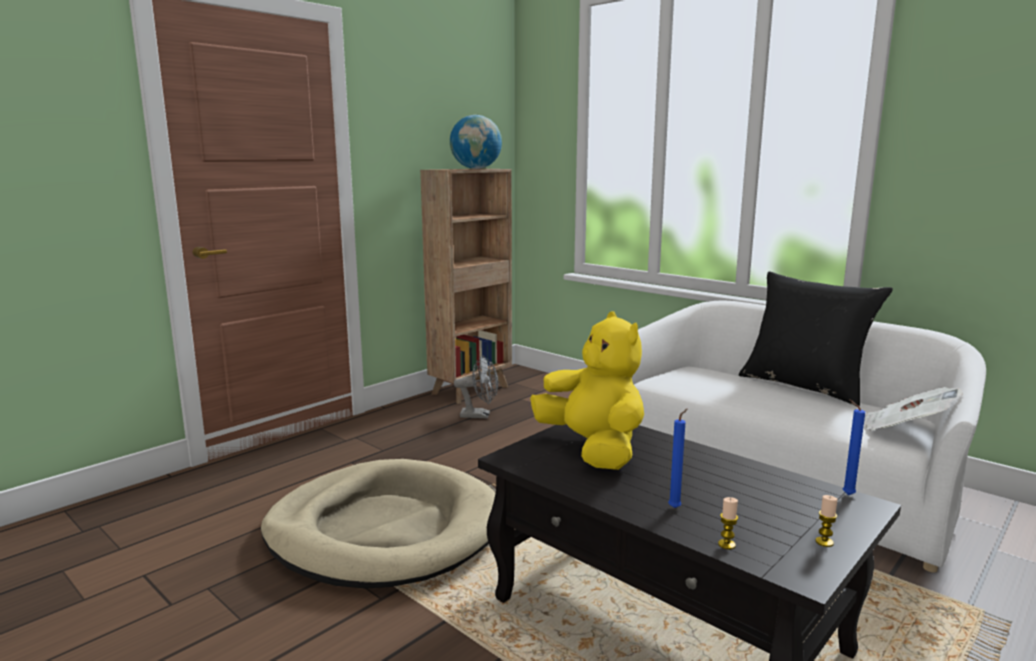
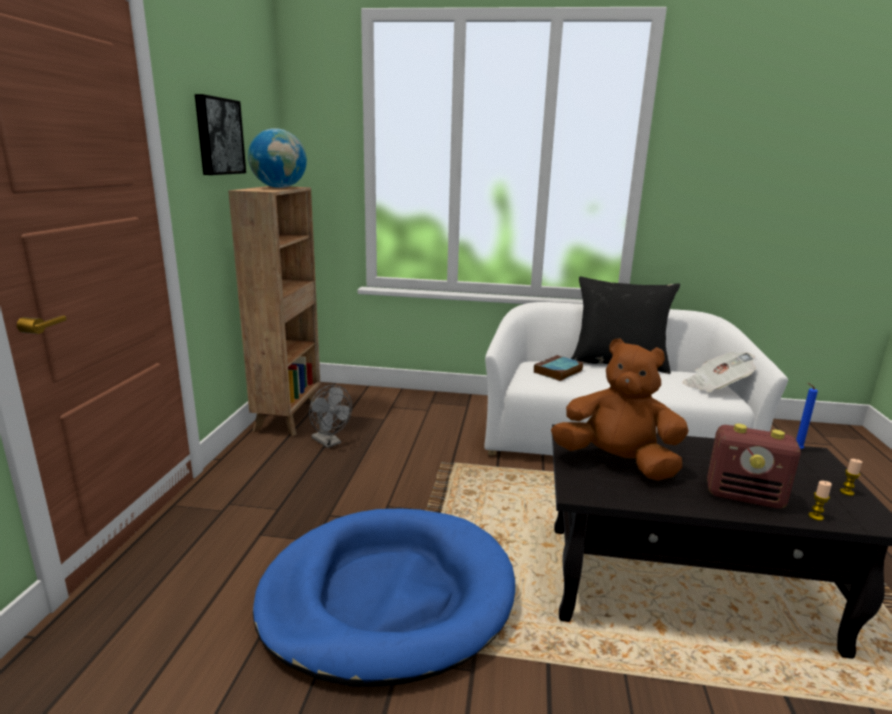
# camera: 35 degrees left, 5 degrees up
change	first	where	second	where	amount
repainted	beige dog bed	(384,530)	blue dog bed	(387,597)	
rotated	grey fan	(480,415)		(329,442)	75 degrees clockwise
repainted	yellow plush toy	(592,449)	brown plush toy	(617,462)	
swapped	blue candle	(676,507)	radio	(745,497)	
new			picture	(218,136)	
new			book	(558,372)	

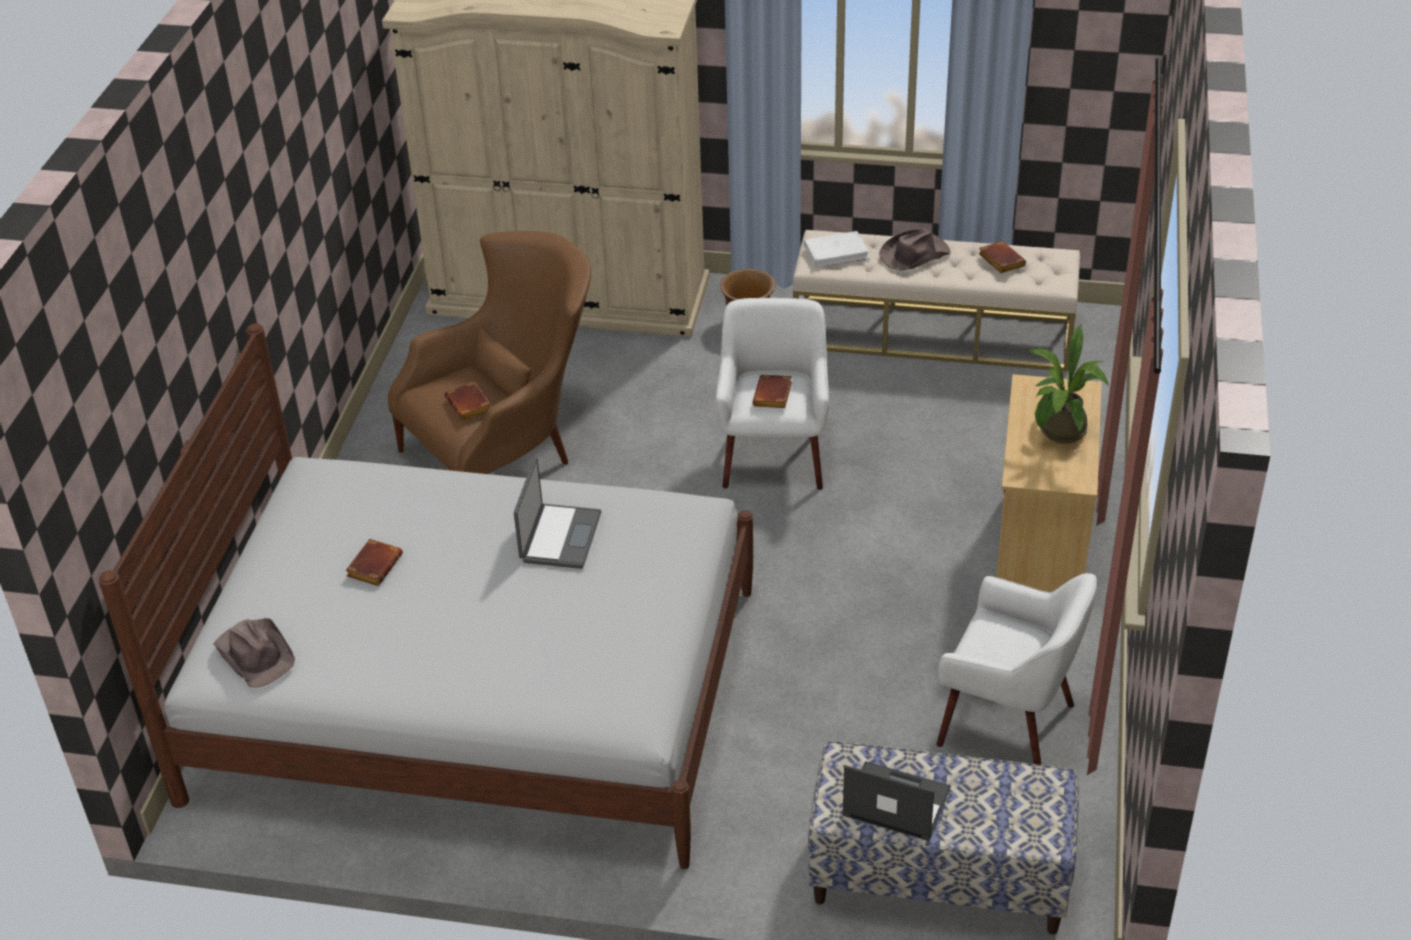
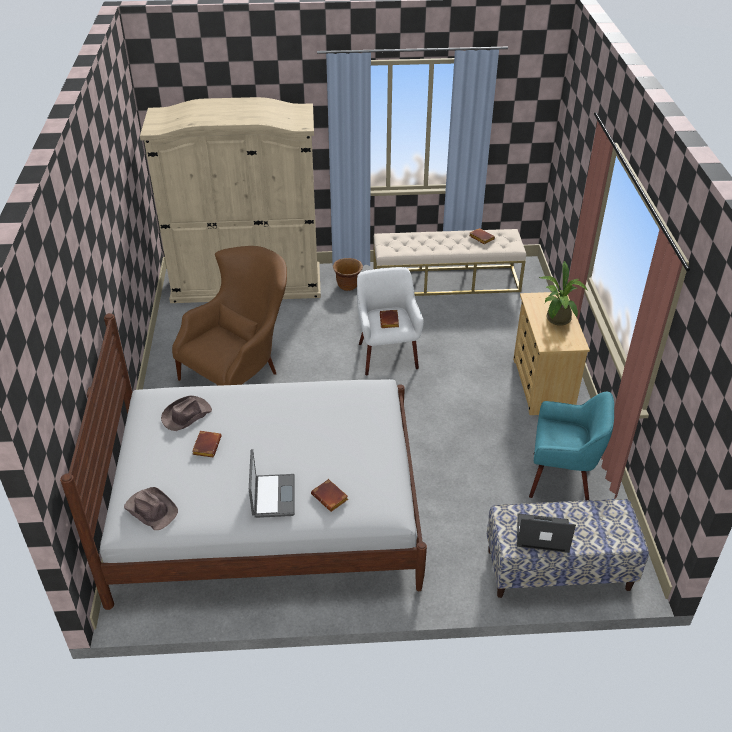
# camera: 15 degrees left, 0 degrees up
change	first	where	second	where	amount
shifted	brown book	(470,405)		(331,497)	
shifted	laptop	(559,537)		(272,496)	
gone	white book	(836,252)			
shifted	brown hat	(913,255)		(186,415)	
repainted	white armchair	(1008,723)	turquoise armchair	(561,479)	

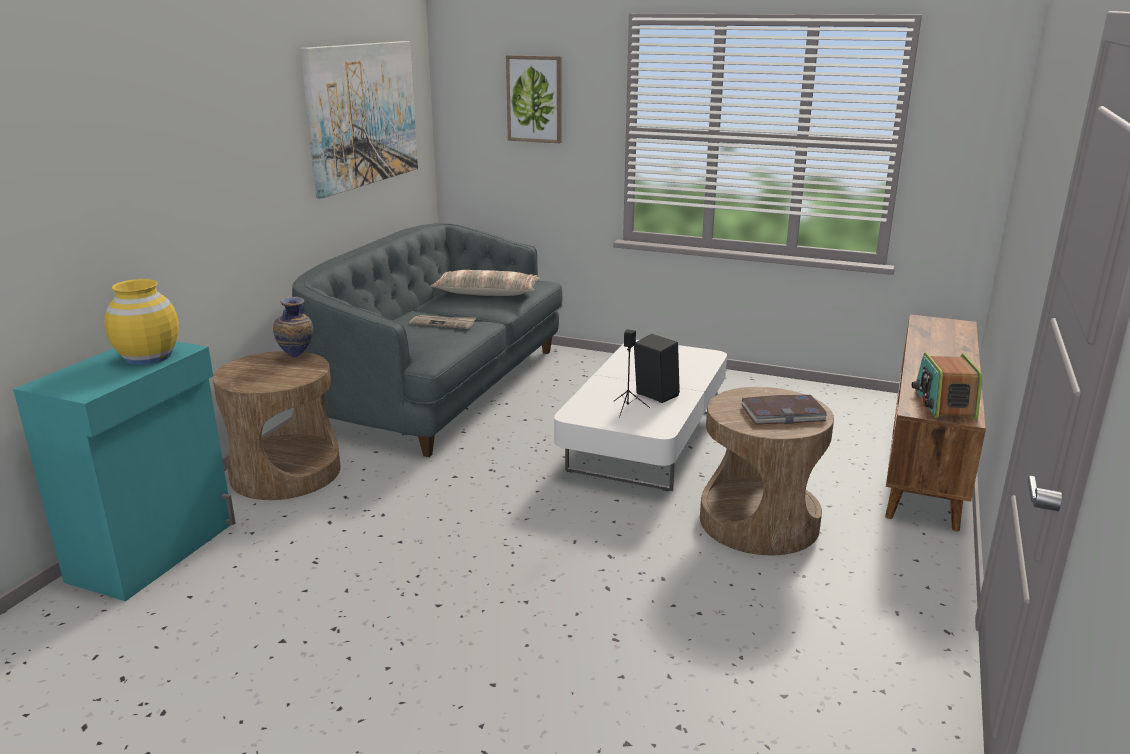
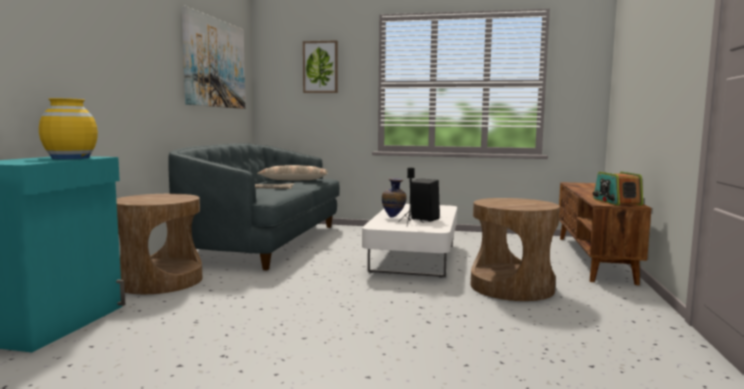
# camera: 10 degrees left, 15 degrees down
change	first	where	second	where	amount
shifted	vase	(297,357)		(393,217)	
gone	book	(783,413)			

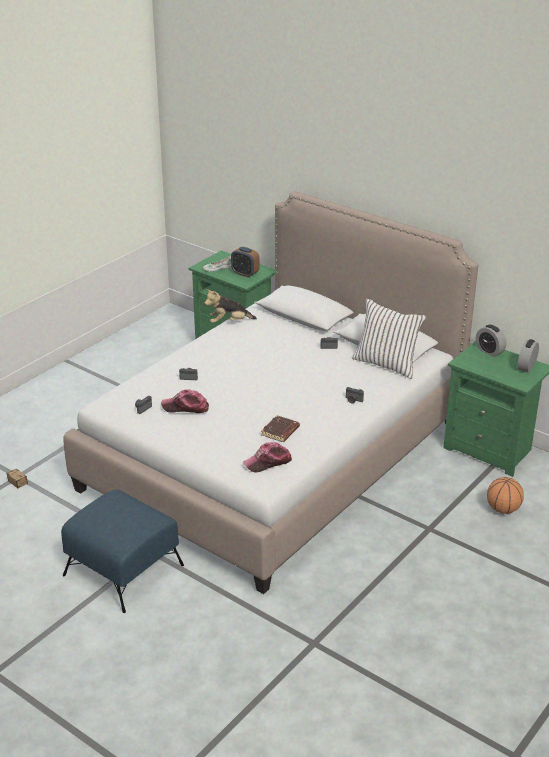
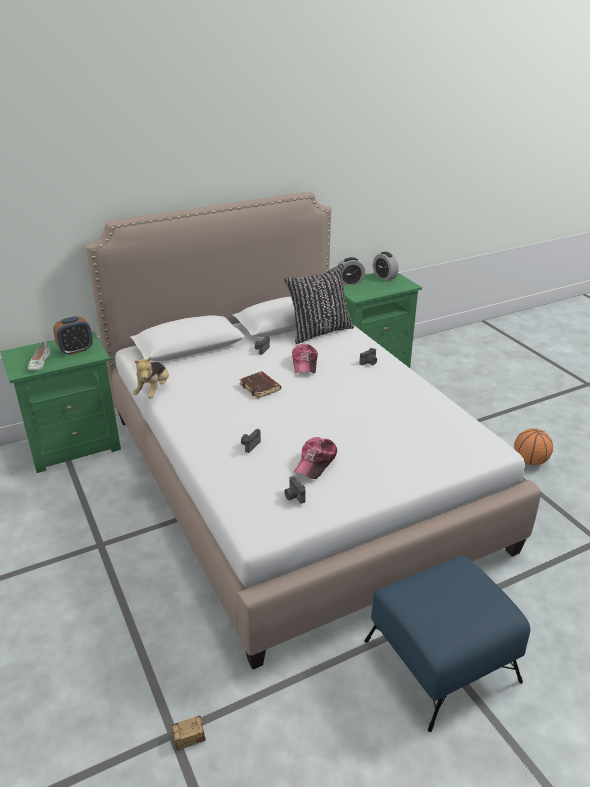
# camera: 65 degrees left, 0 degrees up
change	first	where	second	where	amount
shifted	cap	(268,462)		(305,364)	
shifted	brown book	(280,432)		(261,387)	
repainted	white pillow	(386,364)	black pillow	(319,331)	
shifted	basketball	(503,509)		(530,461)	

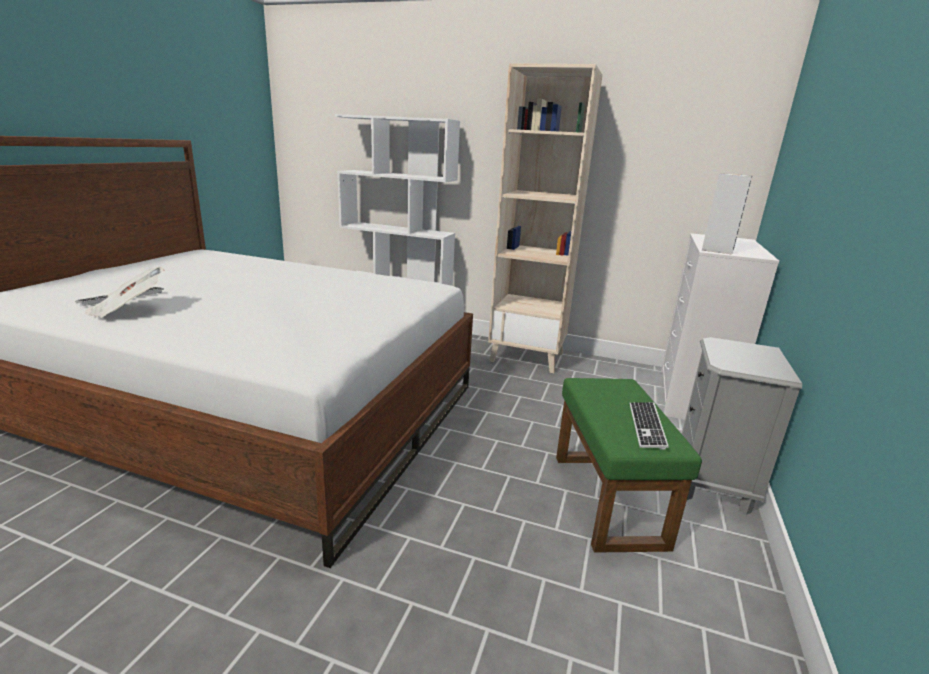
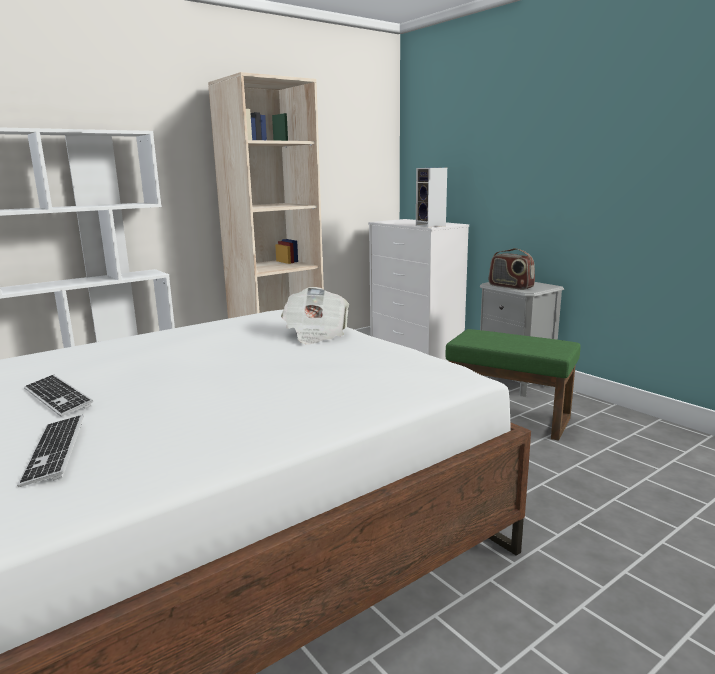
# camera: 55 degrees left, 5 degrees down
change	first	where	second	where	amount
shifted	newspaper	(128,311)		(315,334)	
shifted	keyboard	(646,426)		(57,397)	
new			radio	(510,286)	

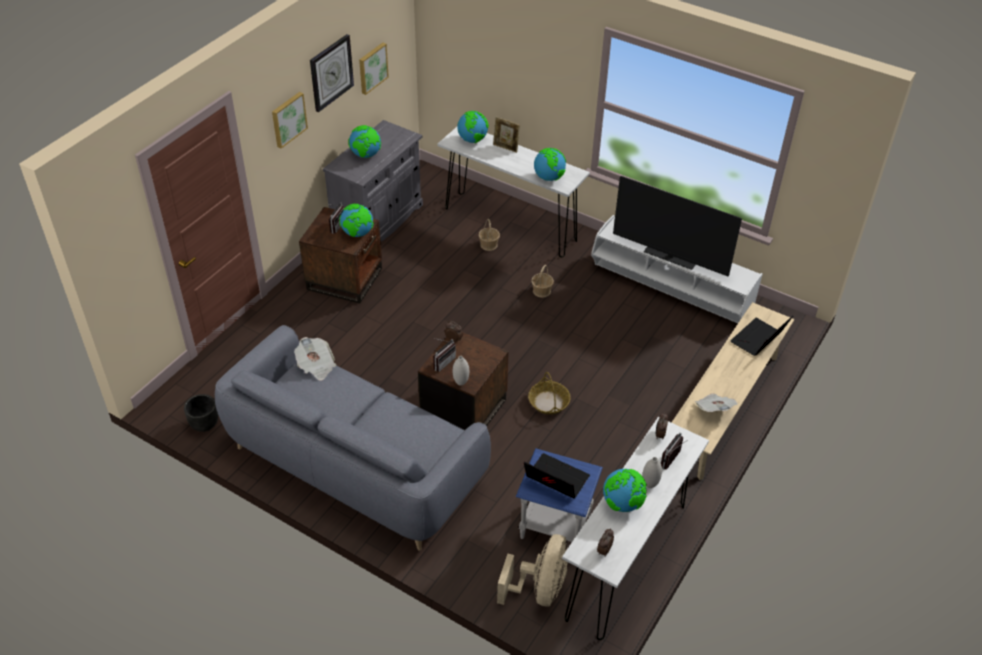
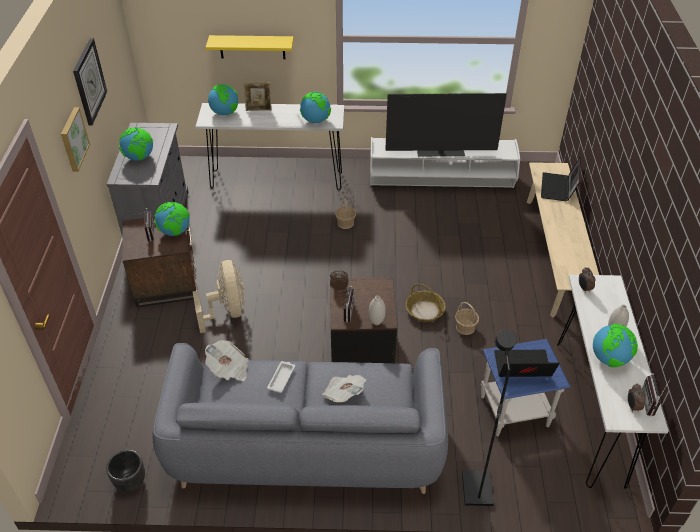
# camera: 30 degrees left, 0 degrees up
change	first	where	second	where	amount
gone	picture	(372,67)			
shifted	basket	(489,245)		(465,327)	
shifted	beige fan	(539,589)		(227,311)	
shifted	radio	(673,461)		(651,403)	
shifted	newspaper	(714,409)		(343,394)	
new			yellow shelf	(252,47)	
new			white tray	(281,378)	
new			black floor lamp	(476,489)	

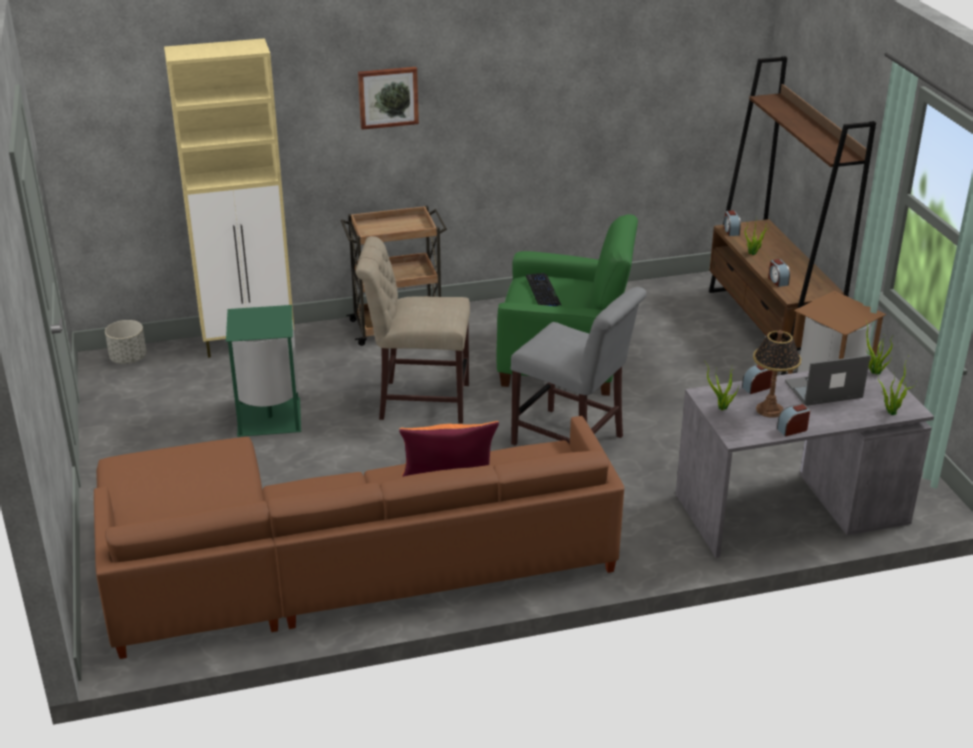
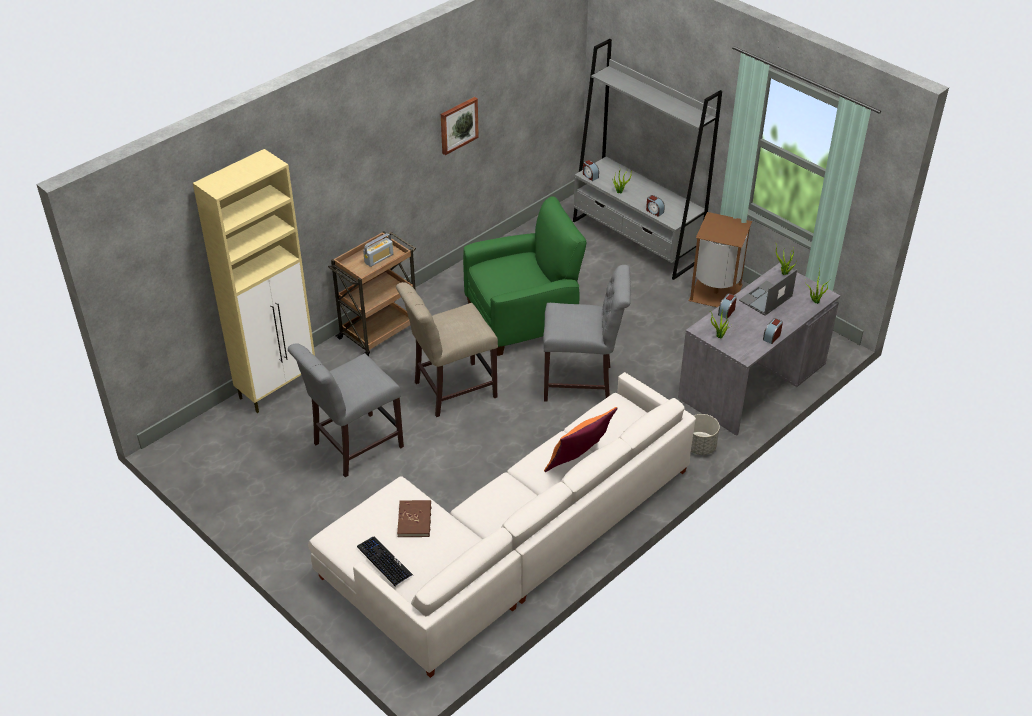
# camera: 30 degrees left, 10 degrees up
change	first	where	second	where	amount
repainted	brown sofa	(332,565)	white sofa	(507,545)	
shifted	grey planter	(128,359)		(700,447)	
swapped	green trash can	(268,417)	grey chair	(353,447)	
shifted	picture	(388,97)		(458,125)	
shifted	keyboard	(542,291)		(384,561)	
repainted	brown bookcase	(769,329)	grey bookcase	(636,241)	
gone	table lamp	(770,410)			
new			radio	(379,258)	
new			brown book	(414,520)	

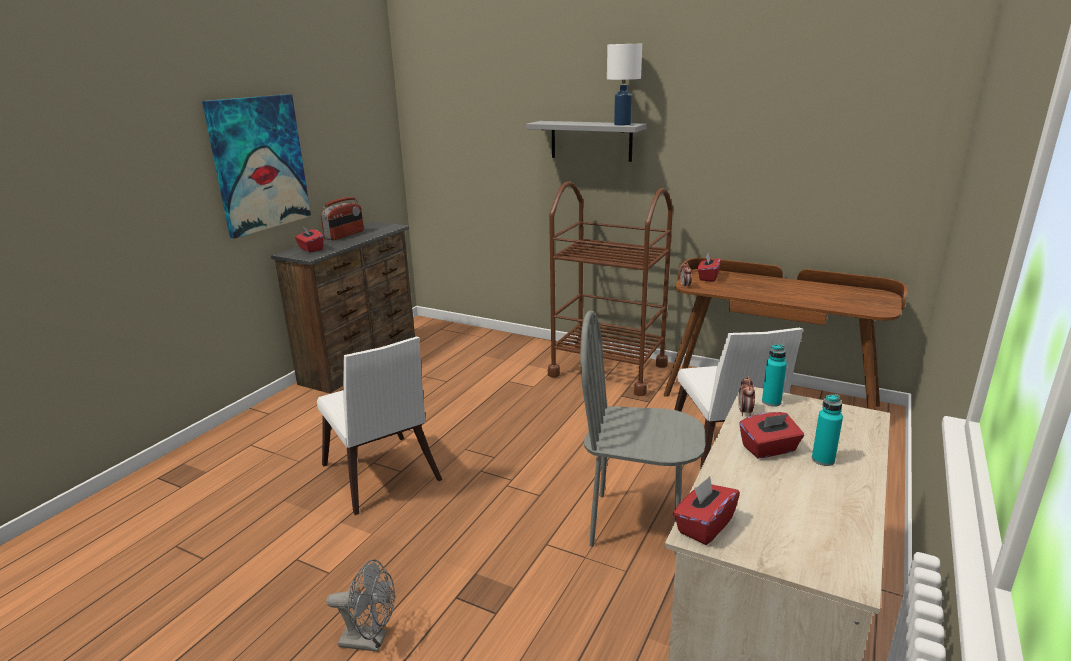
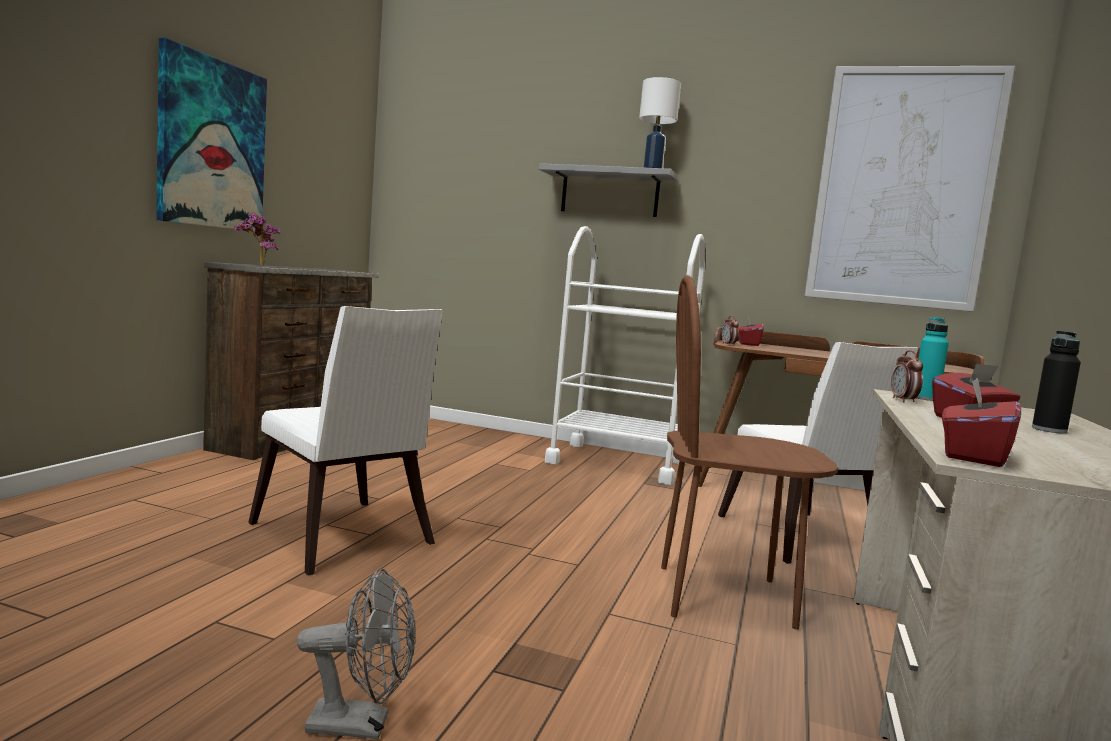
# camera: 10 degrees left, 15 degrees down
change	first	where	second	where	amount
swapped	red tissue box	(310,249)	potted plant	(258,265)	
gone	radio	(344,235)			
repainted	brown cart	(608,370)	white cart	(617,462)	
repainted	grey chair	(636,524)	brown chair	(724,596)	
repainted	turquoise bottle	(823,460)	black bottle	(1049,430)	
new			picture	(902,188)	

